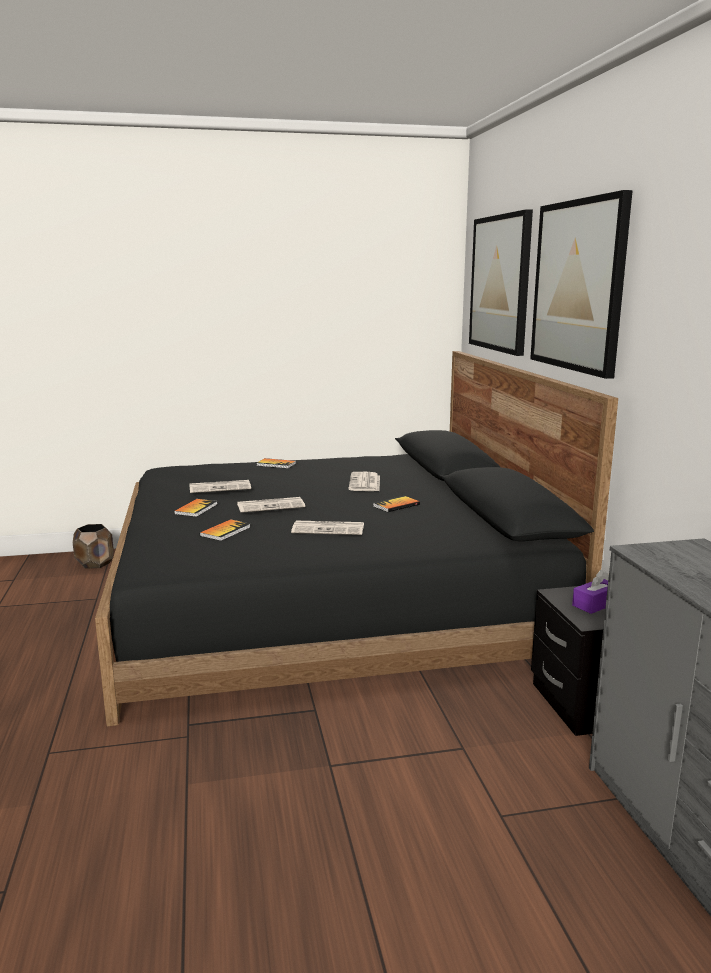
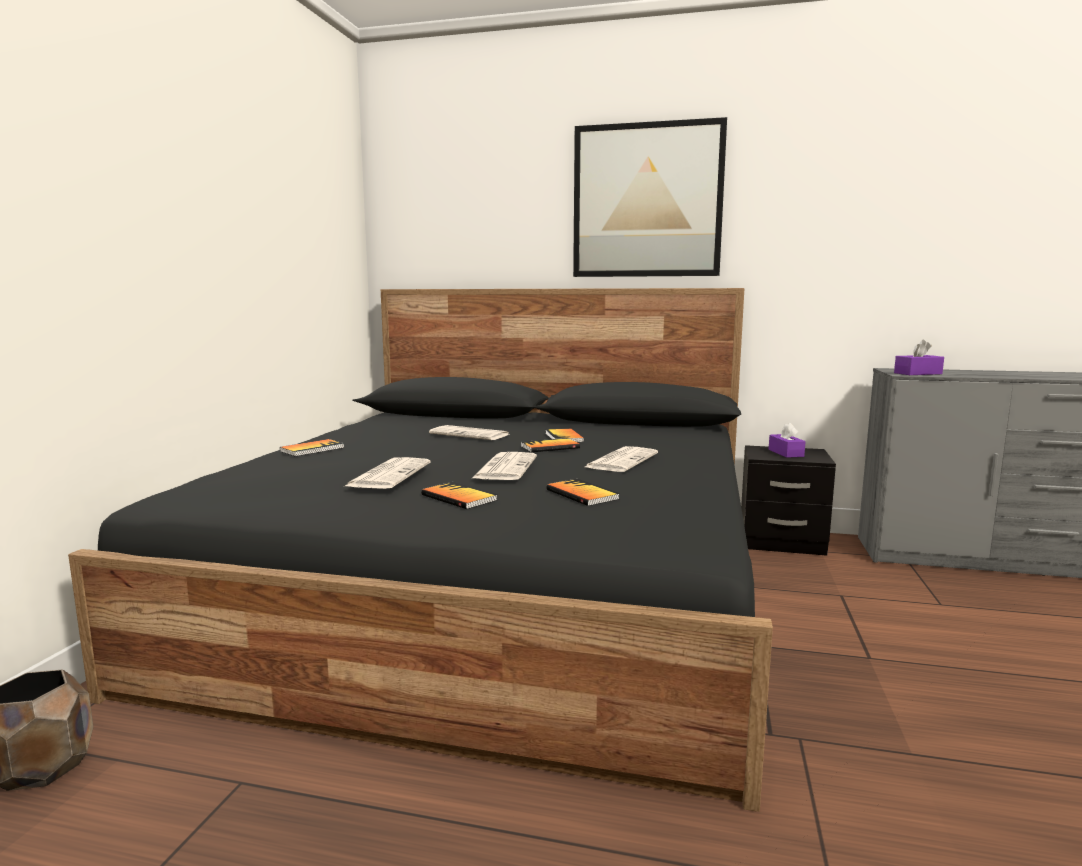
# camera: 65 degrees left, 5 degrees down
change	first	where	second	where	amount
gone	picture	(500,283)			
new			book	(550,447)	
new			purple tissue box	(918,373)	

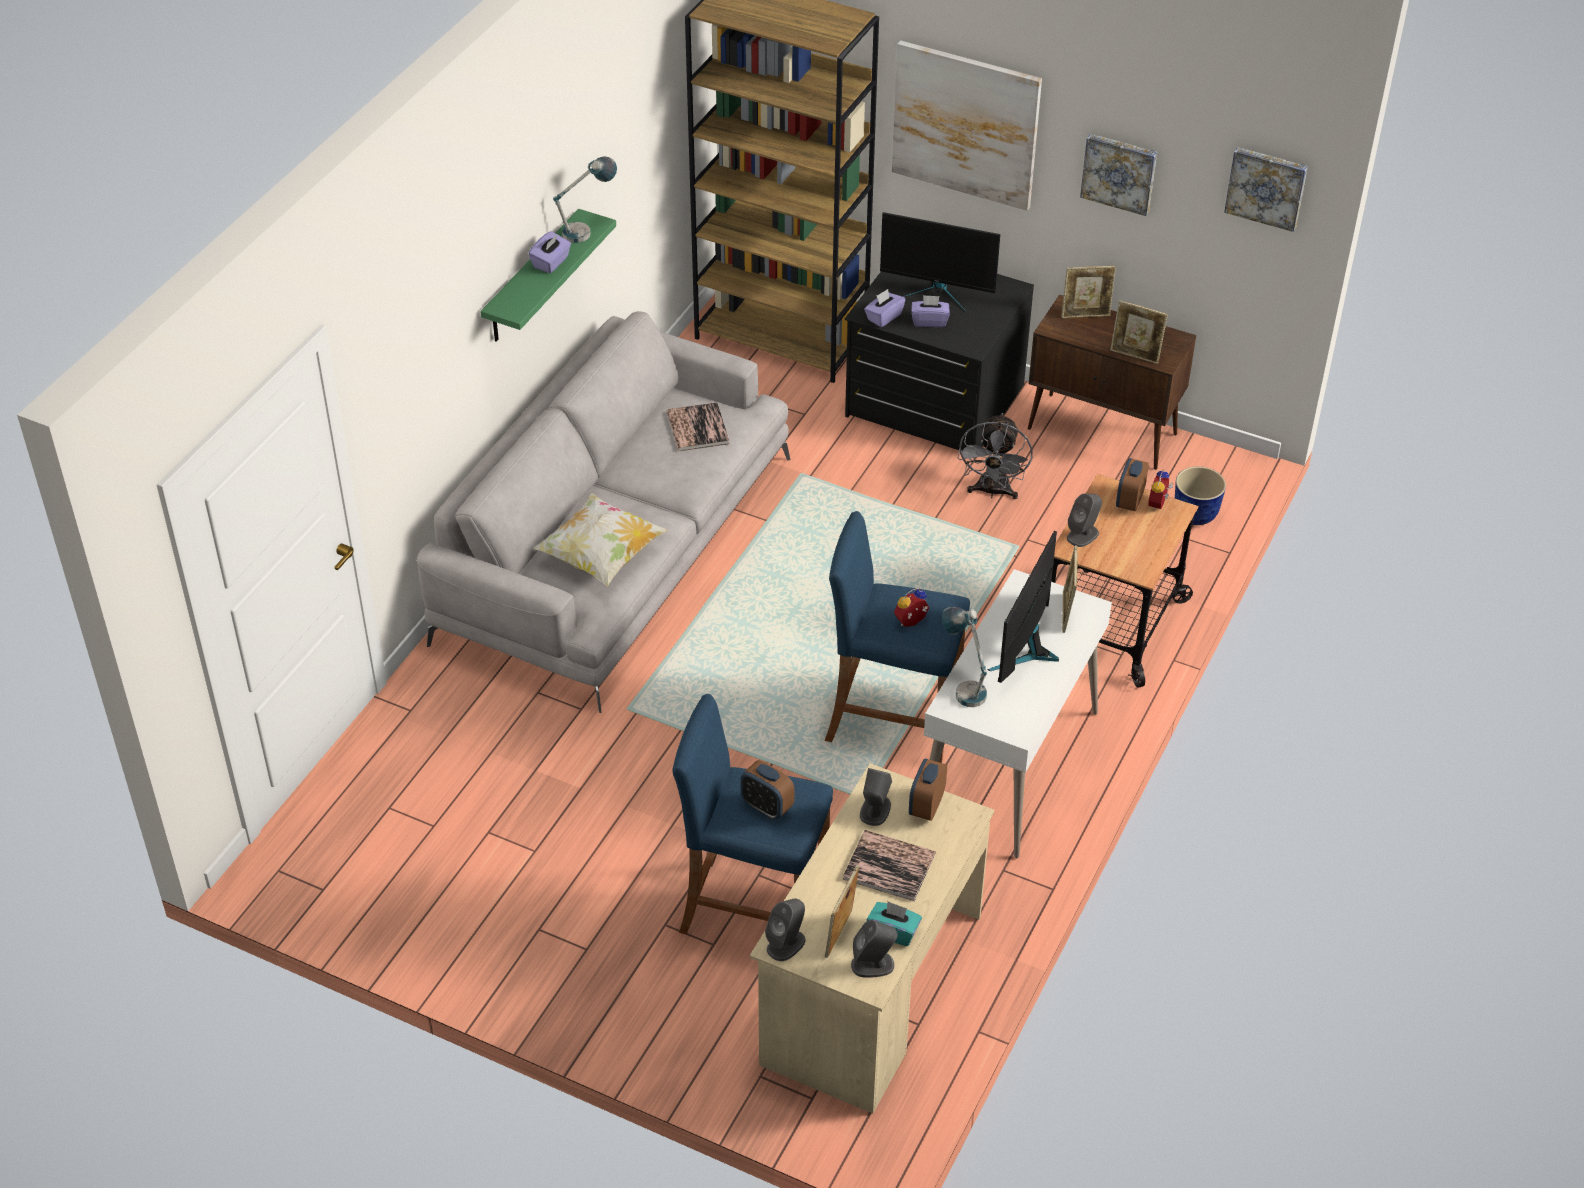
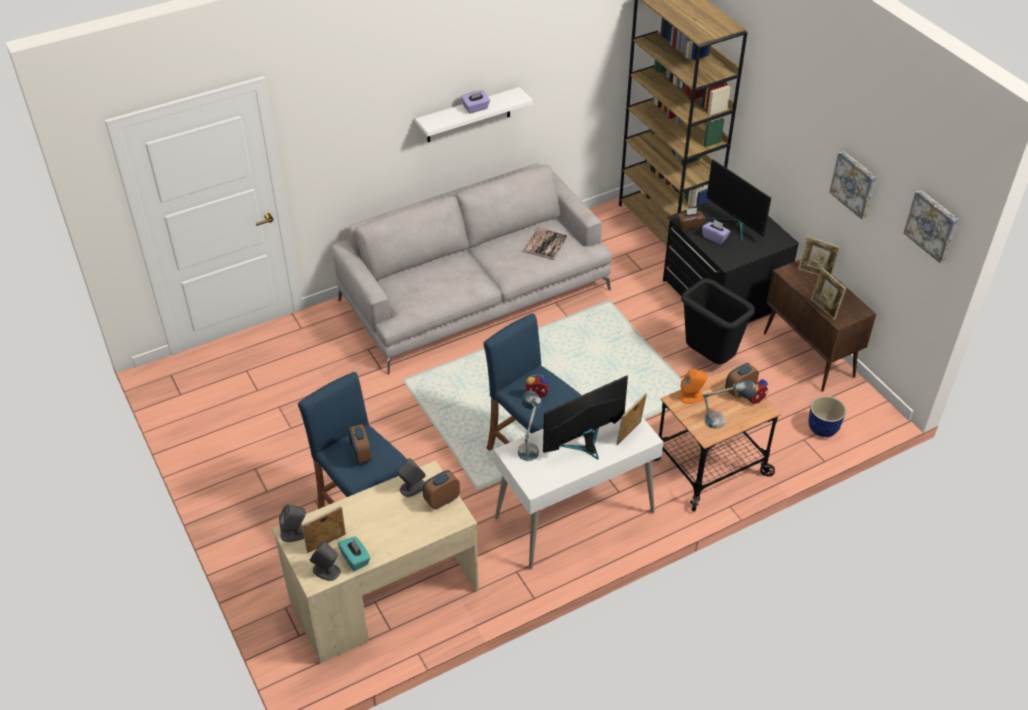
# camera: 35 degrees right, 0 degrees up
change	first	where	second	where	amount
repainted	green shelf	(532,278)	white shelf	(468,115)	
gone	pillow	(601,556)			
shifted	table lamp	(587,230)		(724,421)	
gone	book	(889,866)			
repainted	purple tissue box	(883,317)	brown tissue box	(690,225)	
gone	picture	(966,124)			
swapped	grey fan	(992,492)	black trash can	(709,359)	
repainted	grey speaker	(1083,535)	orange speaker	(691,397)	

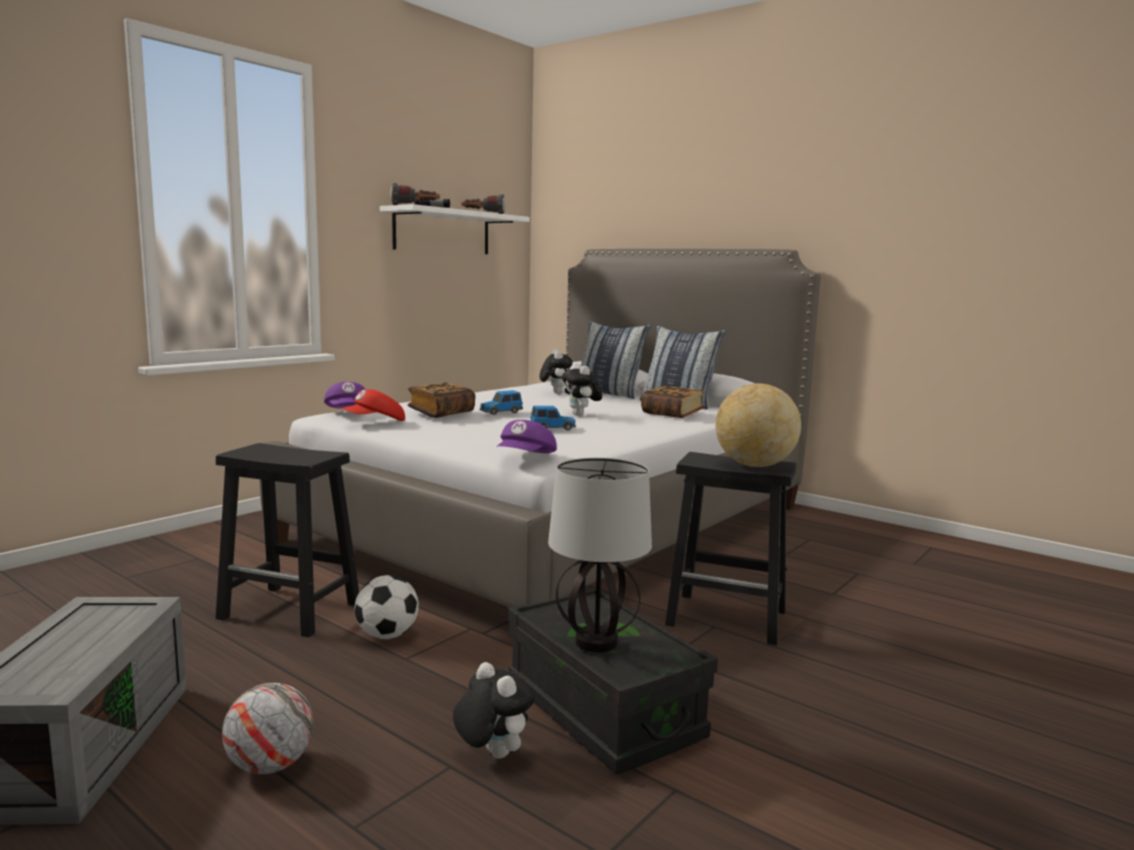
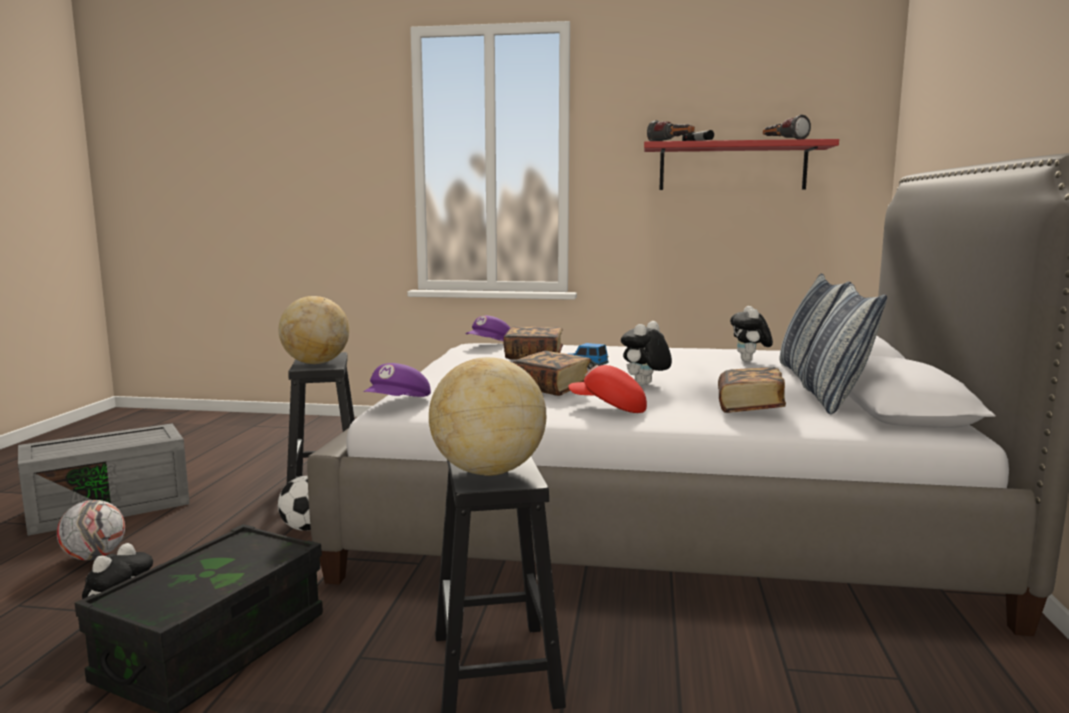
# camera: 60 degrees right, 0 degrees up
change	first	where	second	where	amount
shifted	red cap	(375,422)		(608,408)	
repainted	white shelf	(442,232)	red shelf	(732,167)	
rotated	purple cap	(526,458)		(398,403)	60 degrees counterclockwise
swapped	toy car	(553,428)	book	(551,389)	
rotated	plush toy	(555,393)		(749,361)	135 degrees clockwise
gone	table lamp	(596,643)			
new			globe	(316,363)	

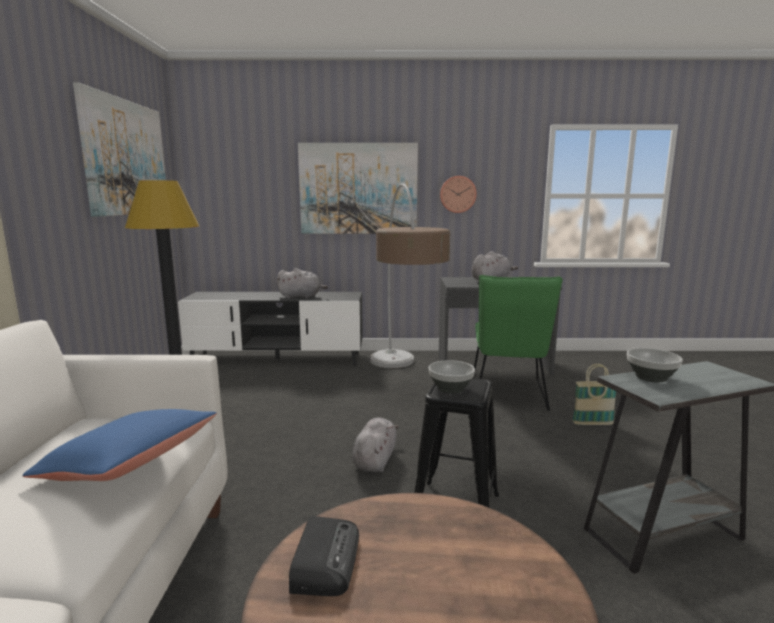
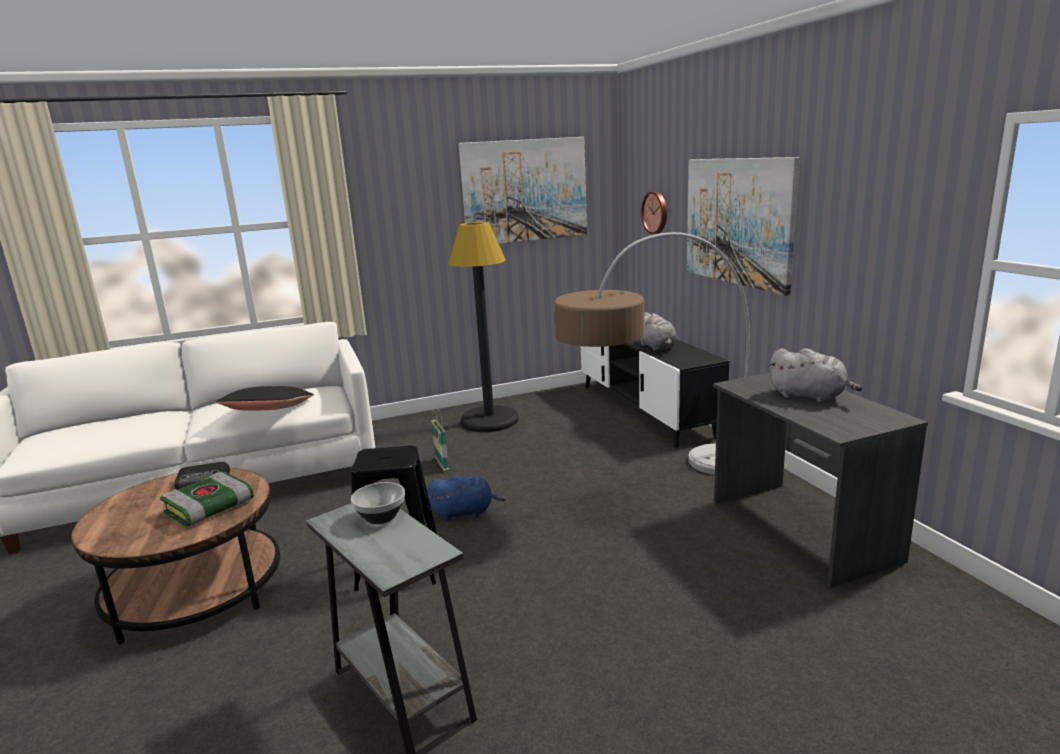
# camera: 70 degrees right, 5 degrees up
change	first	where	second	where	amount
repainted	blue pillow	(128,466)	black pillow	(269,411)	
repainted	grey plush toy	(375,460)	blue plush toy	(465,512)	
gone	bowl	(451,388)			
shifted	wall clock	(457,194)		(656,212)	
gone	green chair	(508,396)			
shifted	basket	(592,424)		(442,464)	
new			book	(209,508)	

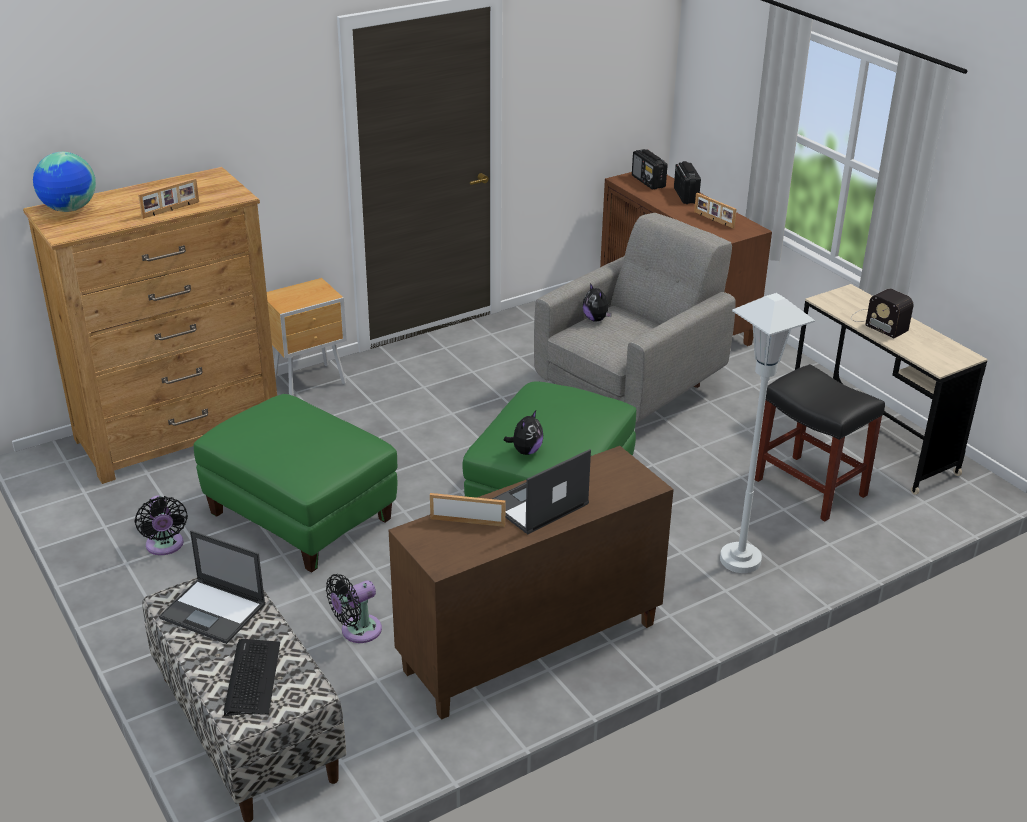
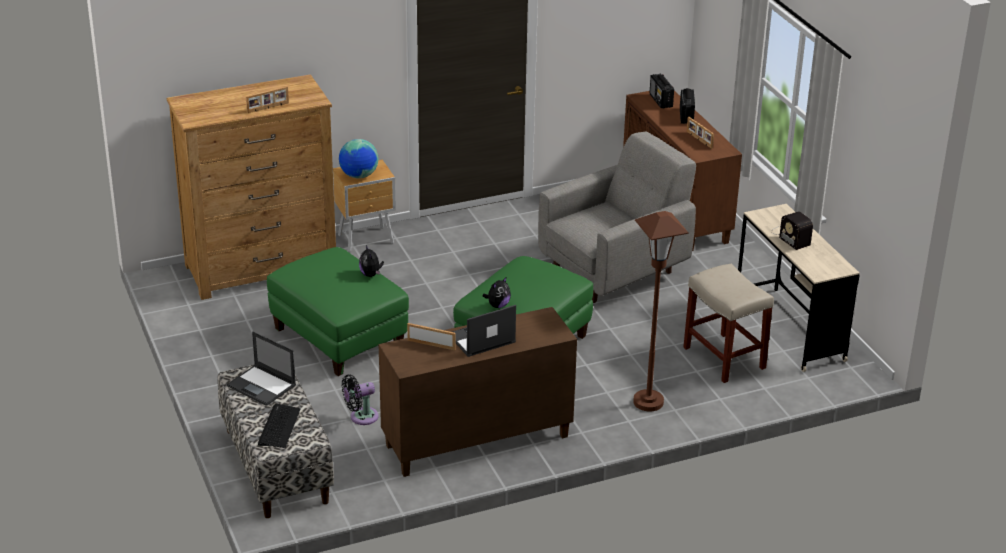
# camera: 10 degrees right, 0 degrees up
change	first	where	second	where	amount
shifted	globe	(69,209)		(359,176)	
gone	black fan	(165,546)			
shifted	plush toy	(596,319)		(371,274)	
repainted	white floor lamp	(740,559)	brown floor lamp	(648,402)	
repainted	black stool	(808,487)	beige stool	(723,357)	

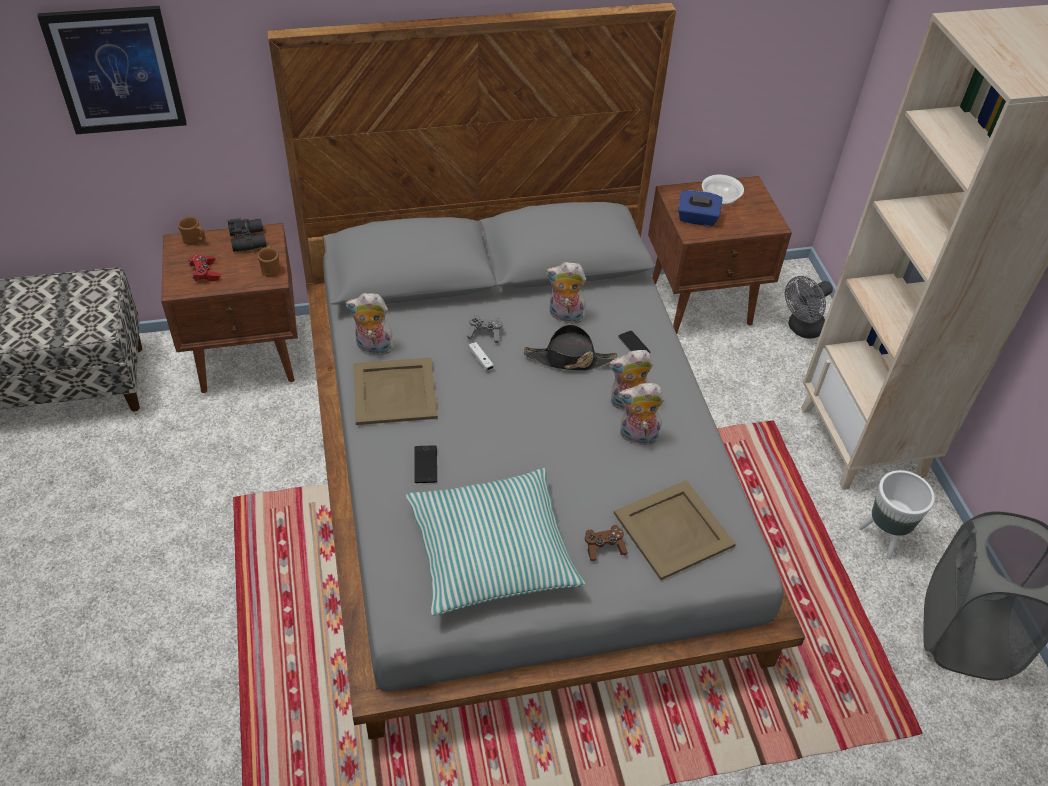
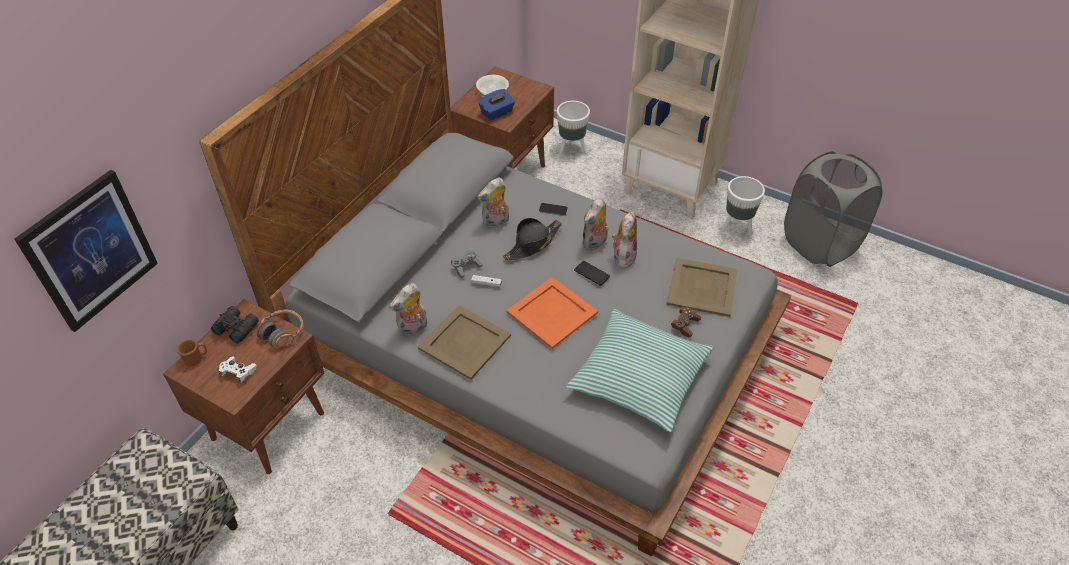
# camera: 45 degrees left, 0 degrees up
change	first	where	second	where	amount
repainted	red game controller	(205,273)	white game controller	(238,372)	
swapped	brown mug	(271,269)	headphones	(283,333)	
shifted	phone	(425,464)		(591,273)	
rotated	plush toy	(637,437)		(623,256)	150 degrees clockwise
swapped	grey fan	(801,329)	white planter	(572,150)	
new			orange tray	(551,312)	

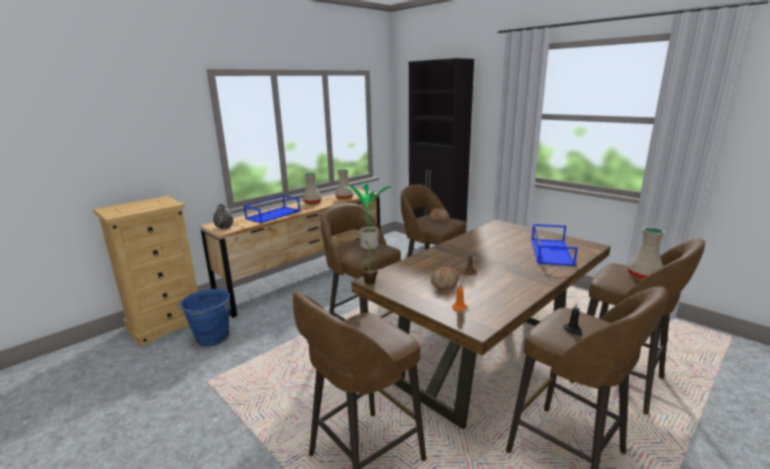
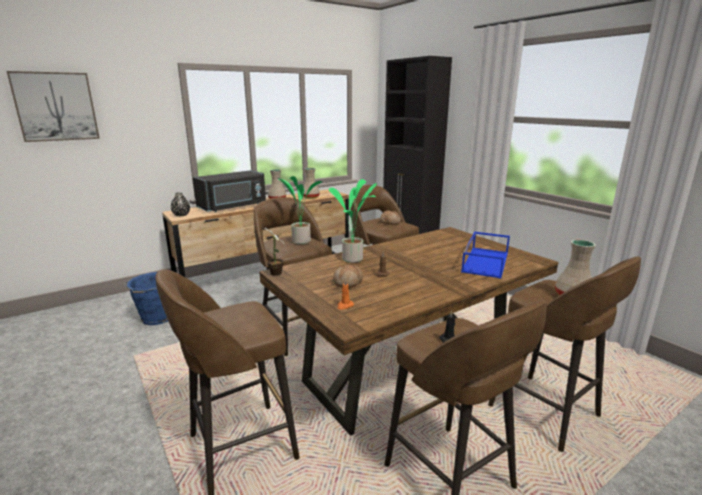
# camera: 10 degrees right, 0 degrees up
change	first	where	second	where	amount
gone	beige dresser	(166,324)			
swapped	blue tray	(273,214)	black microwave	(233,207)	
new			picture	(56,107)	
new			potted plant	(354,259)	

